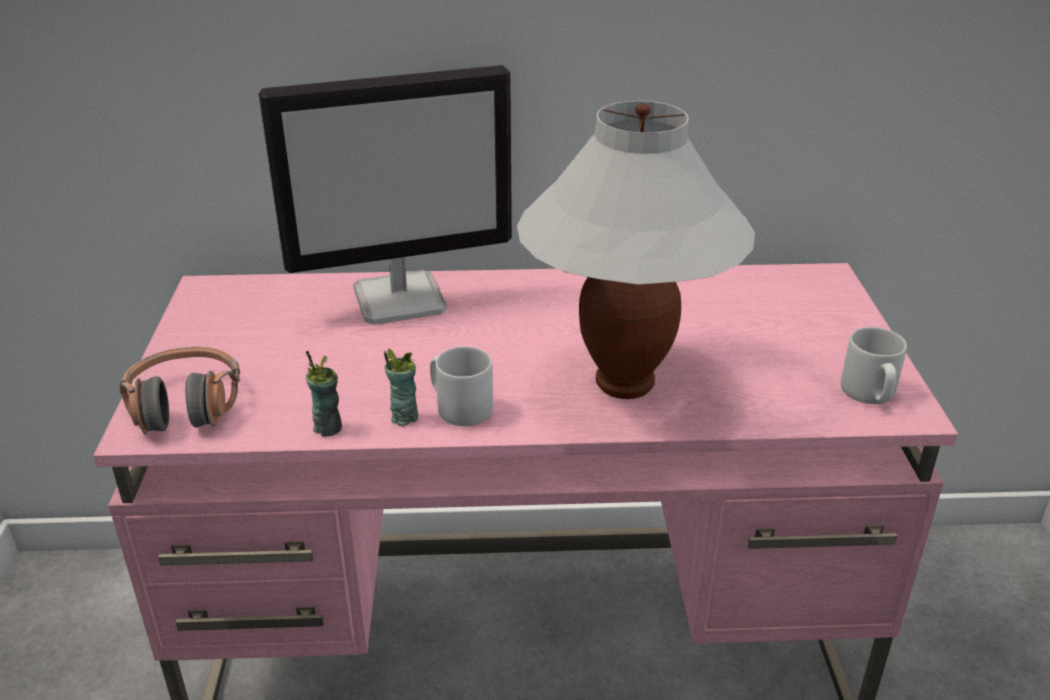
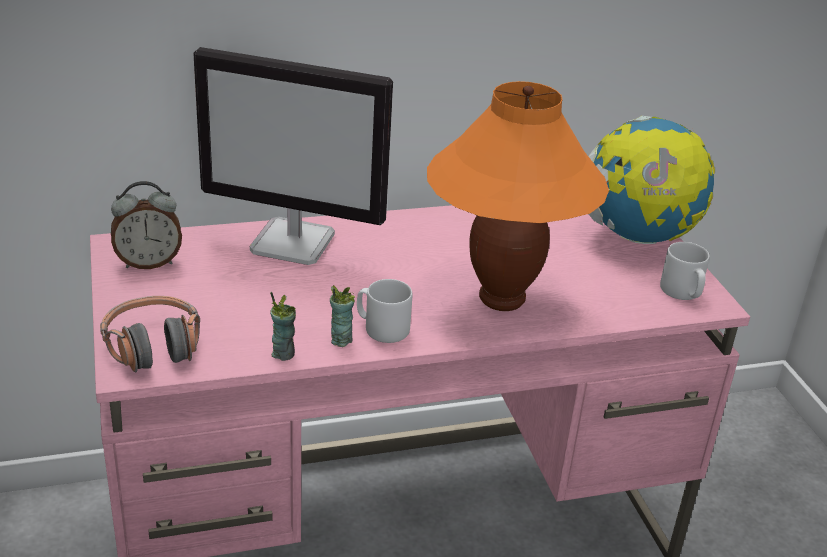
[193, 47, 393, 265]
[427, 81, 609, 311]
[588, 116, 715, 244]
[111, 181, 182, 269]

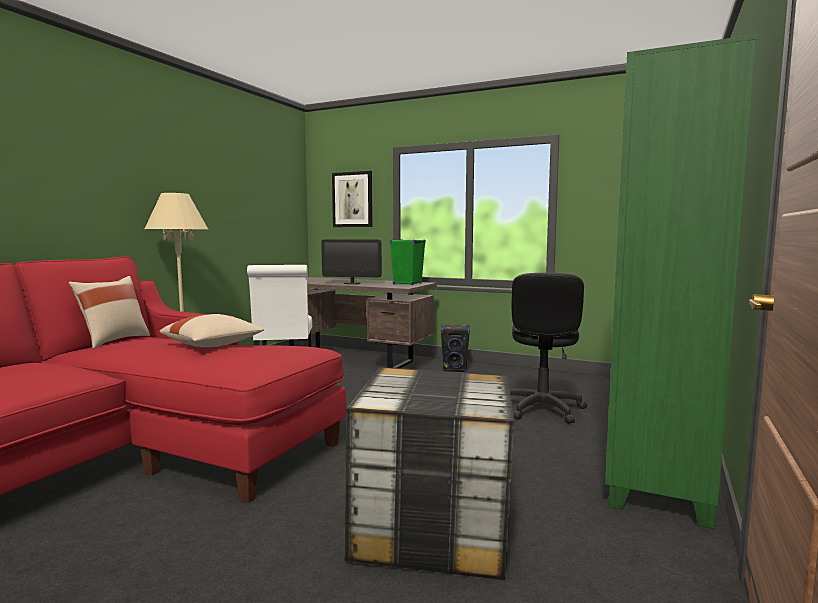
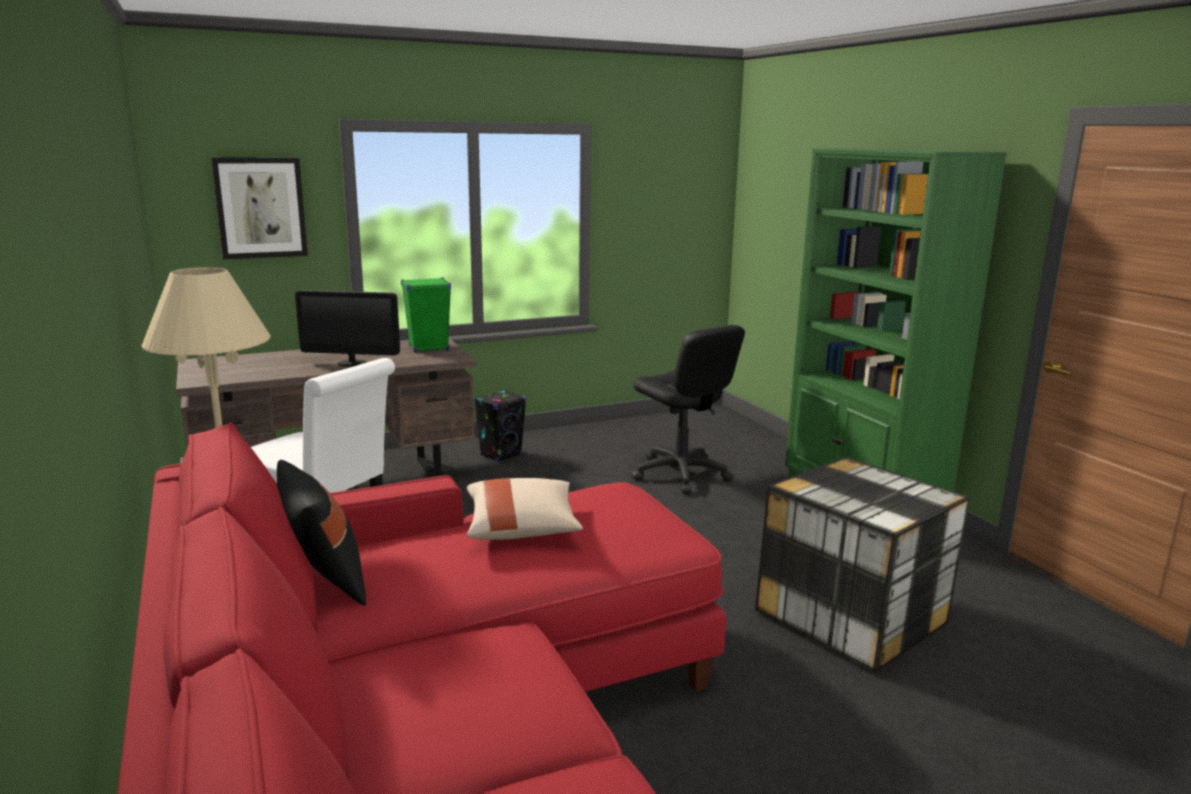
[295, 290, 400, 367]
[277, 460, 366, 606]

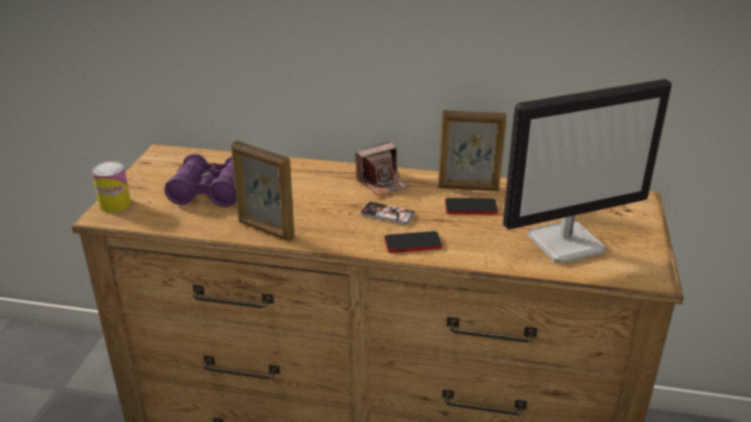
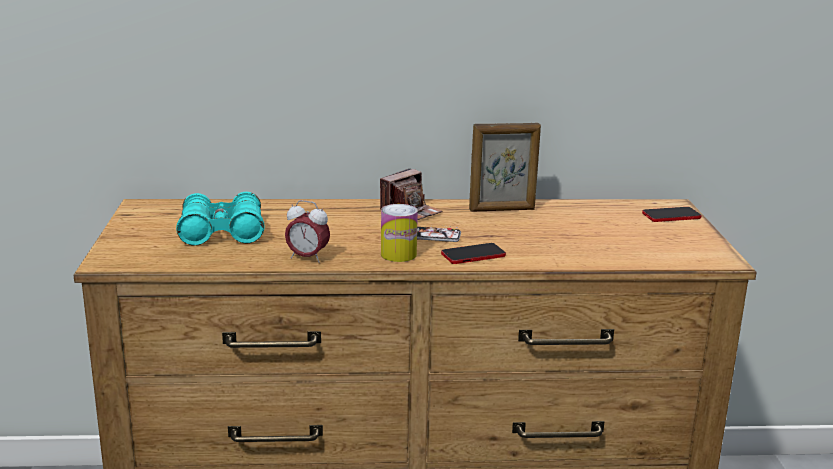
[503, 79, 672, 264] (first image)
[285, 200, 330, 263]
[176, 192, 265, 246]
[381, 204, 418, 262]
[642, 207, 702, 222]

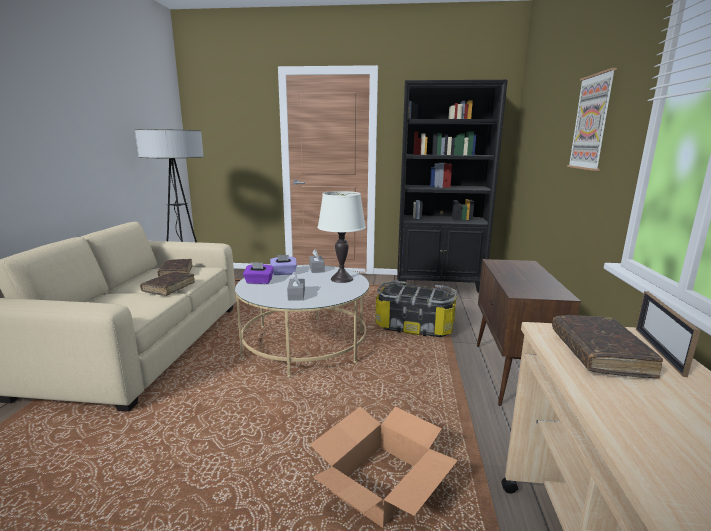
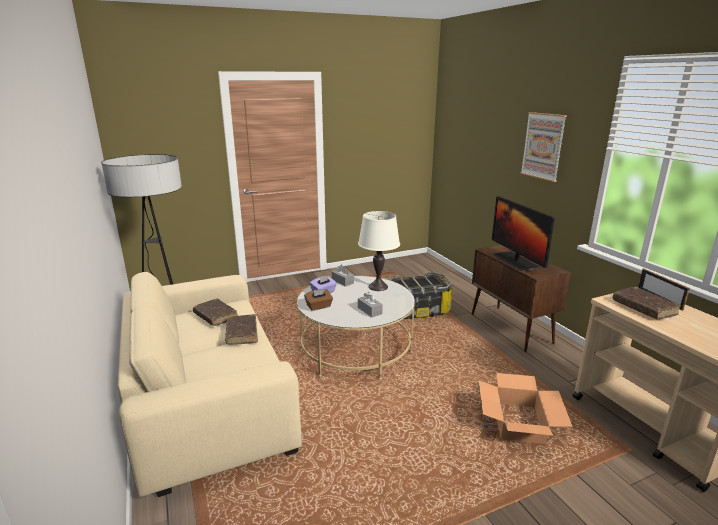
[397, 80, 508, 293] (first image)
[304, 289, 333, 311]
[492, 196, 555, 271]

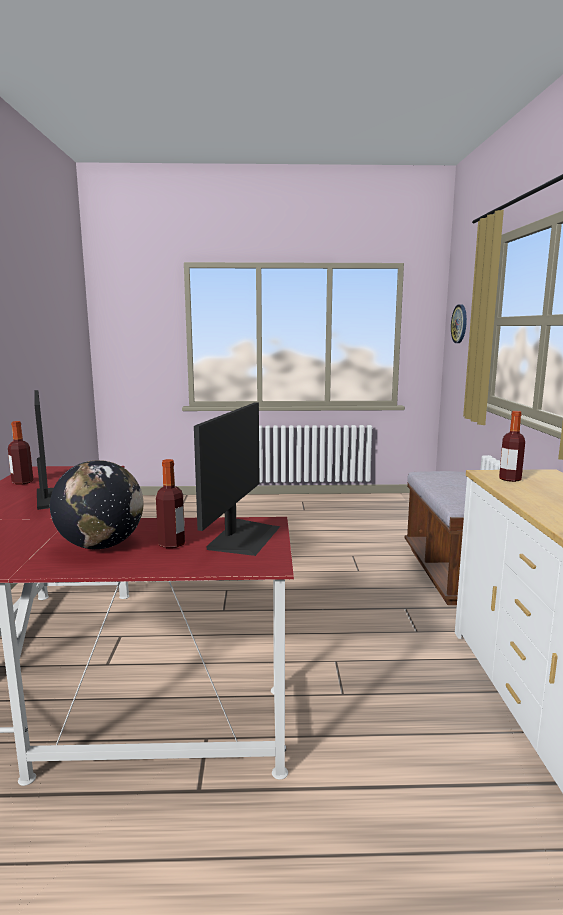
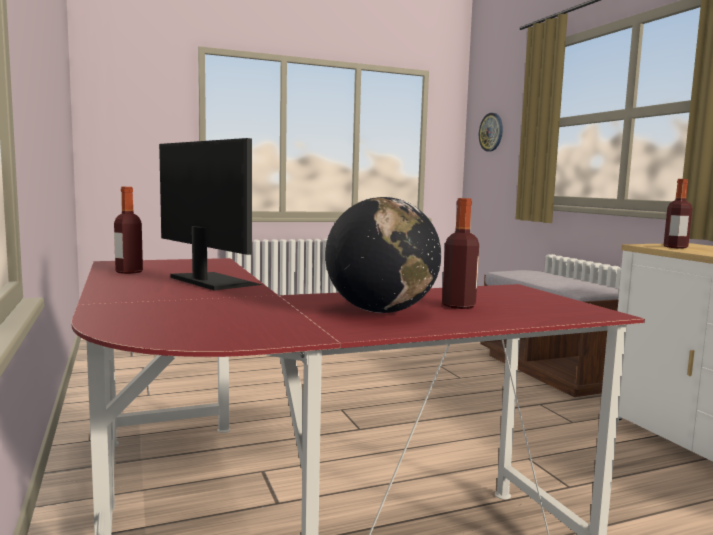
[194, 402, 280, 556] (first image)

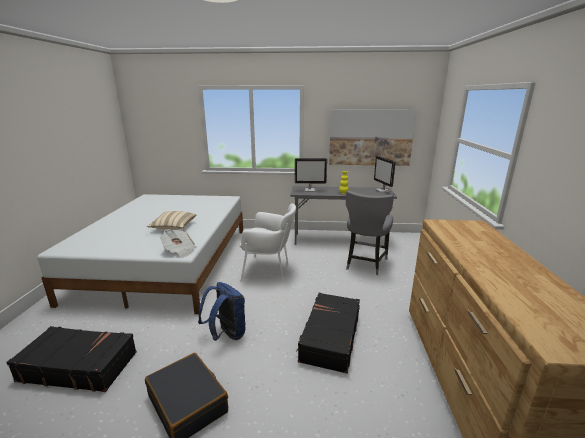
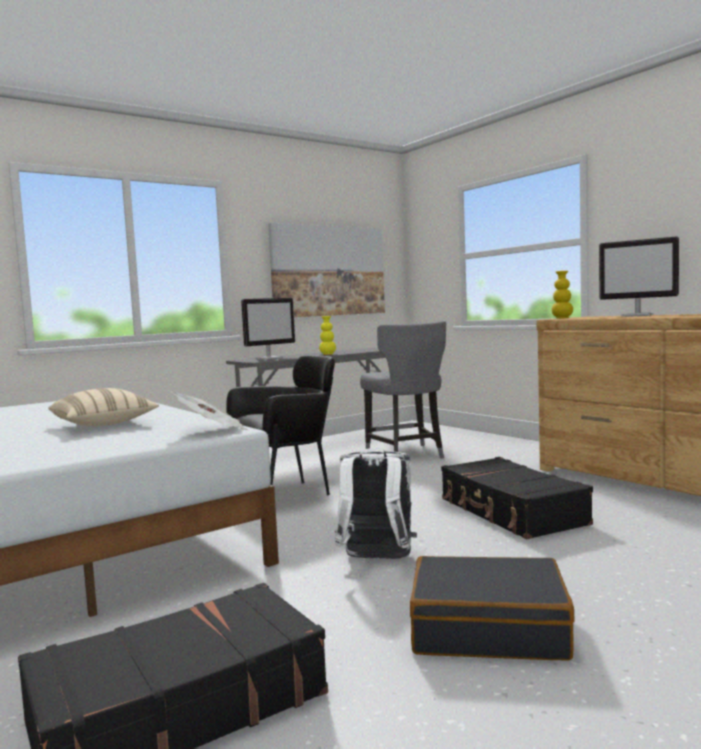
[599, 236, 679, 317]
[226, 355, 335, 495]
[335, 448, 417, 559]
[552, 271, 573, 318]

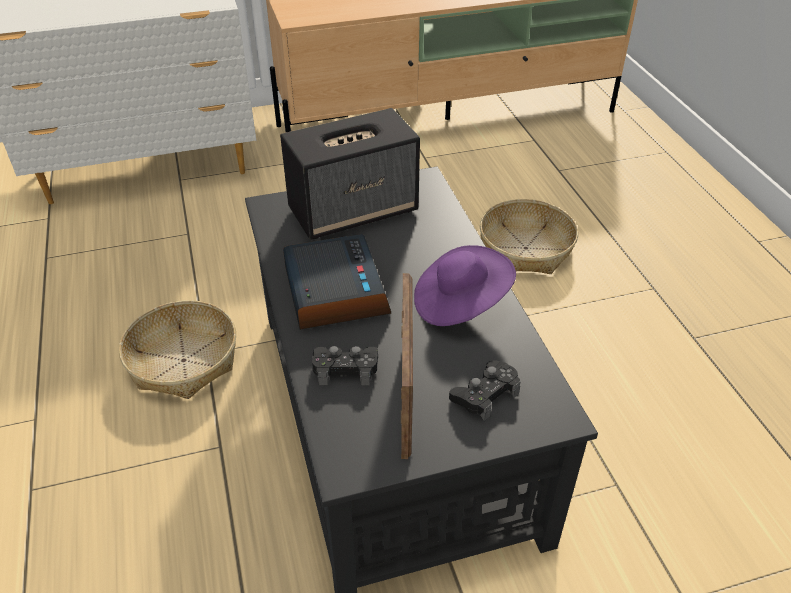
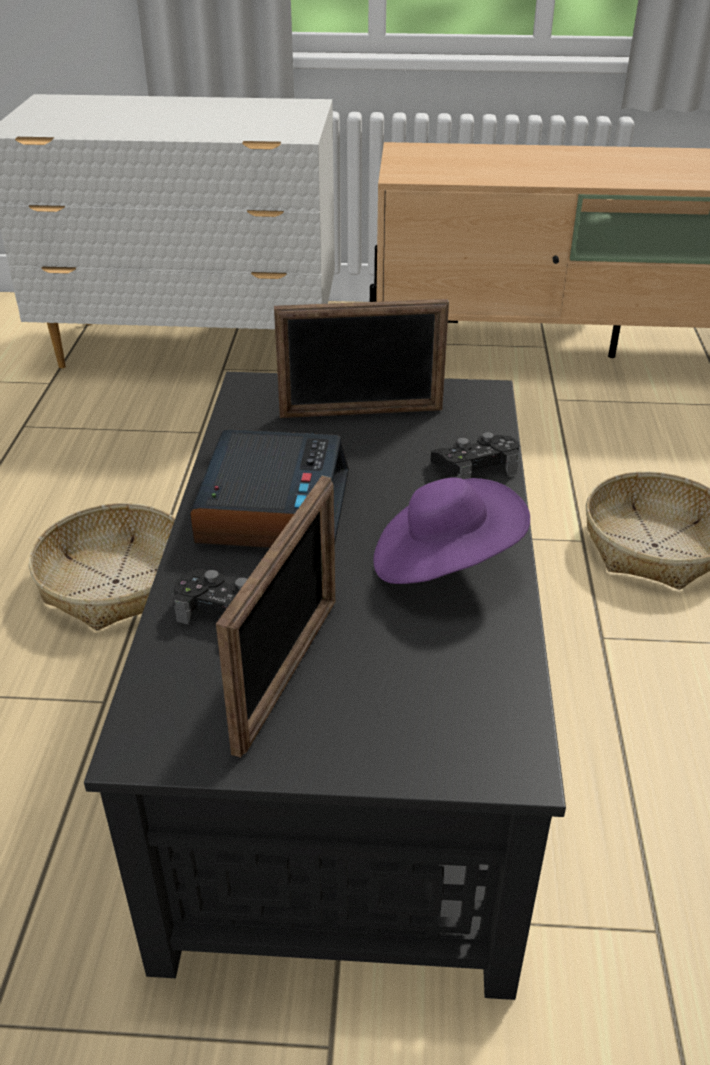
[274, 299, 449, 418]
[431, 432, 519, 479]

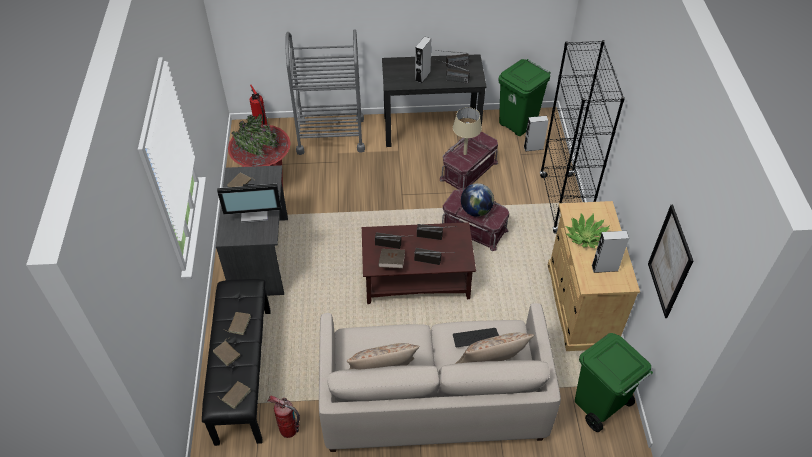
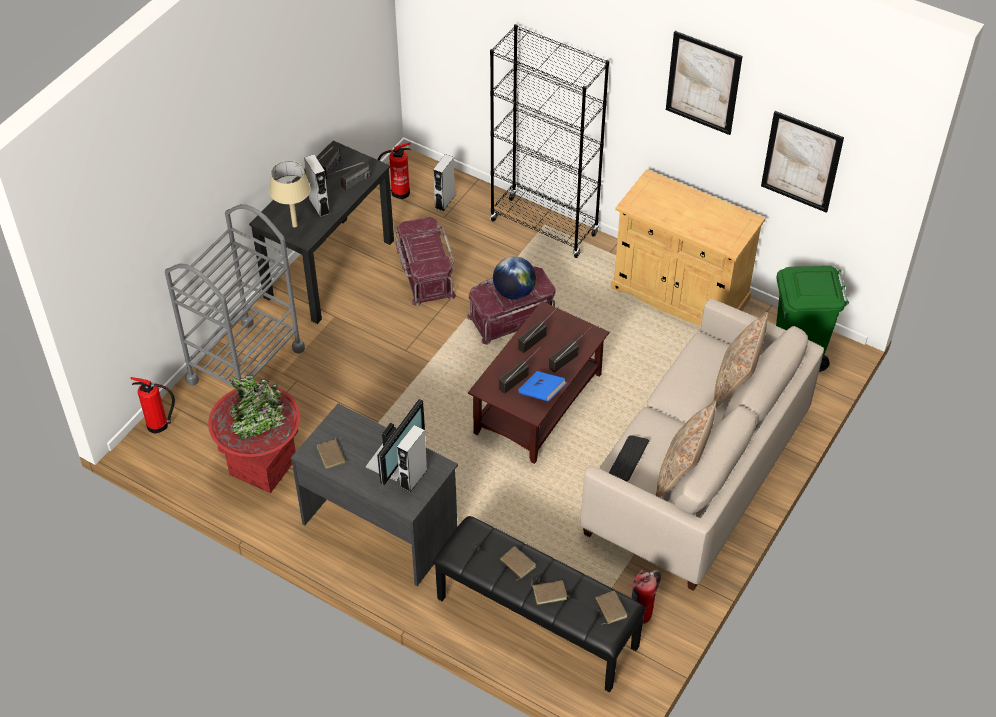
[377, 143, 411, 199]
[269, 161, 311, 227]
[565, 213, 609, 248] (first image)
[397, 425, 427, 492]
[518, 371, 566, 401]
[609, 435, 649, 482]
[666, 31, 742, 135]

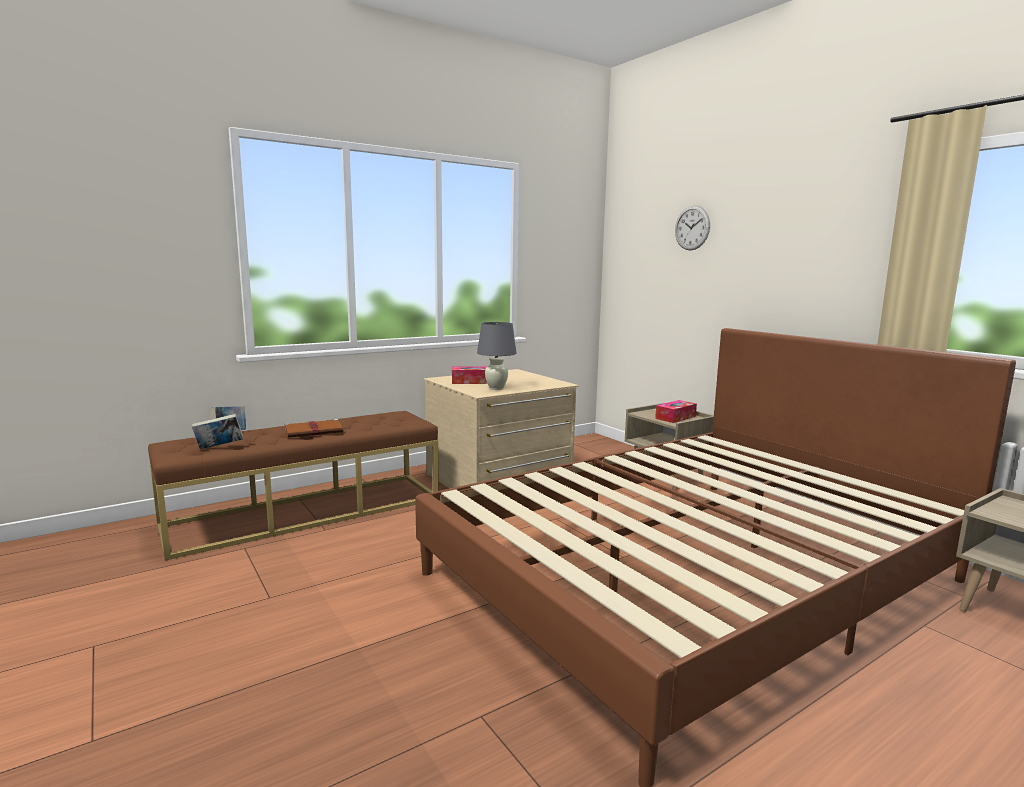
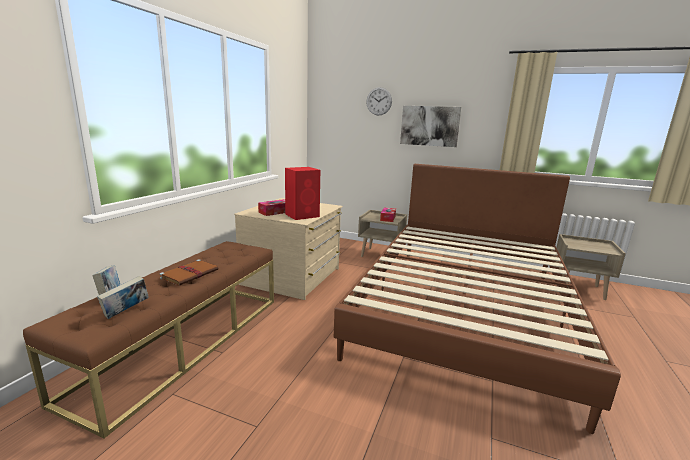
[285, 167, 320, 220]
[400, 106, 462, 147]

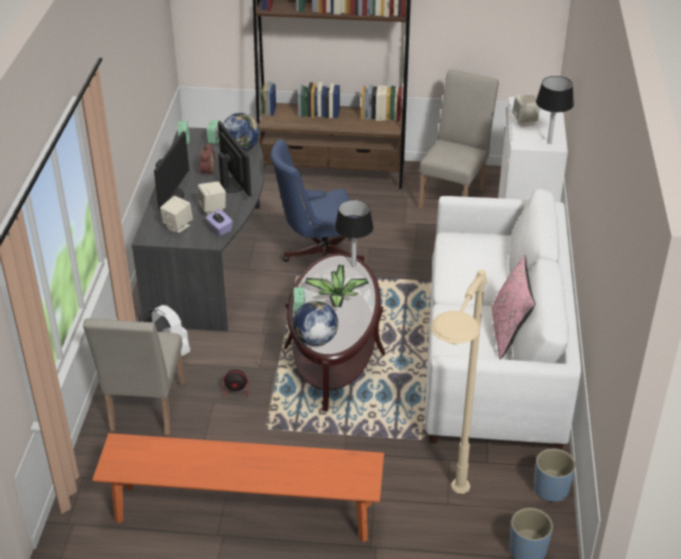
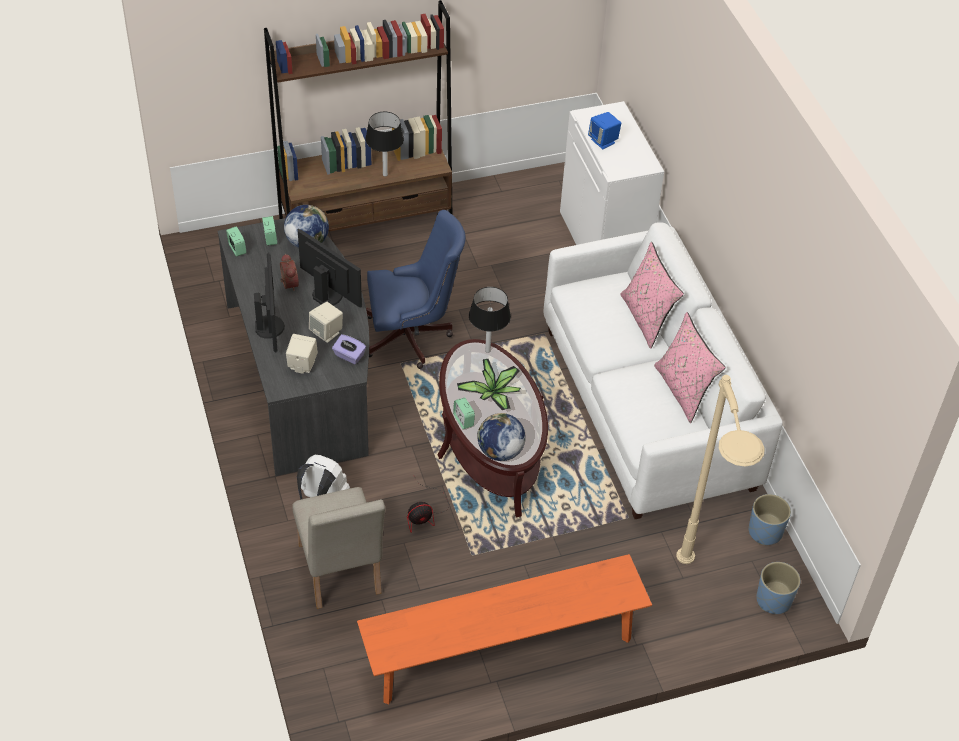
[419, 70, 499, 210] (first image)
[365, 112, 404, 177]
[588, 112, 621, 149]
[366, 210, 466, 369]
[620, 242, 684, 349]

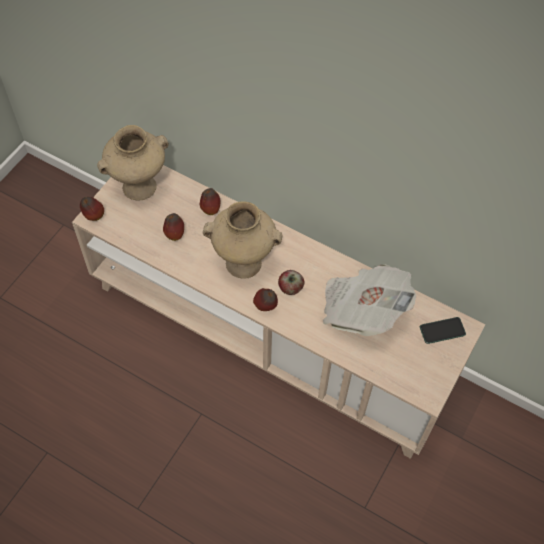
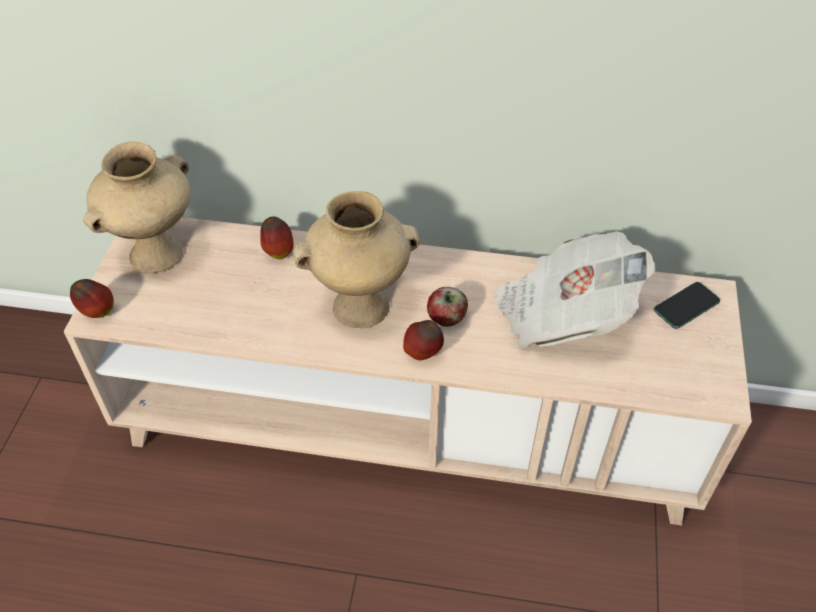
[163, 213, 184, 241] (first image)

